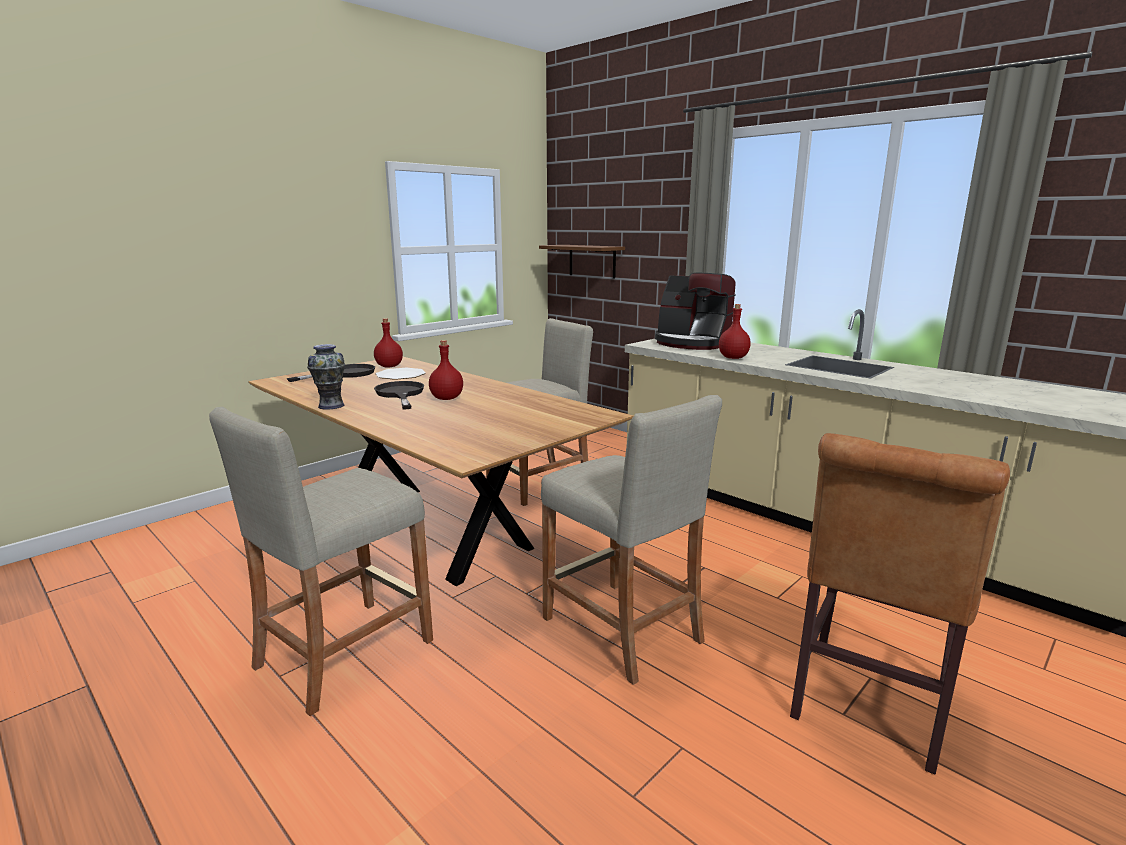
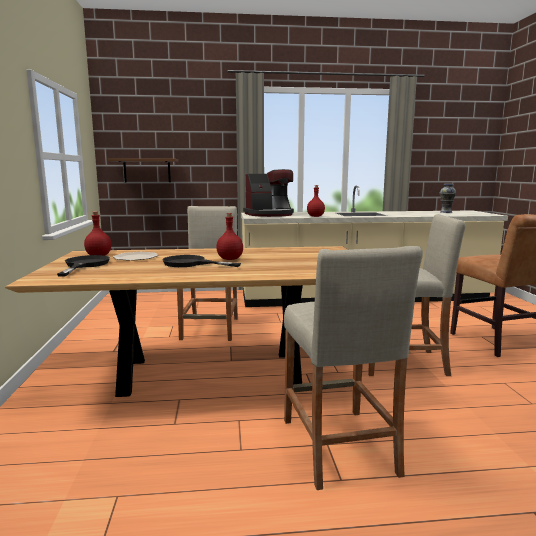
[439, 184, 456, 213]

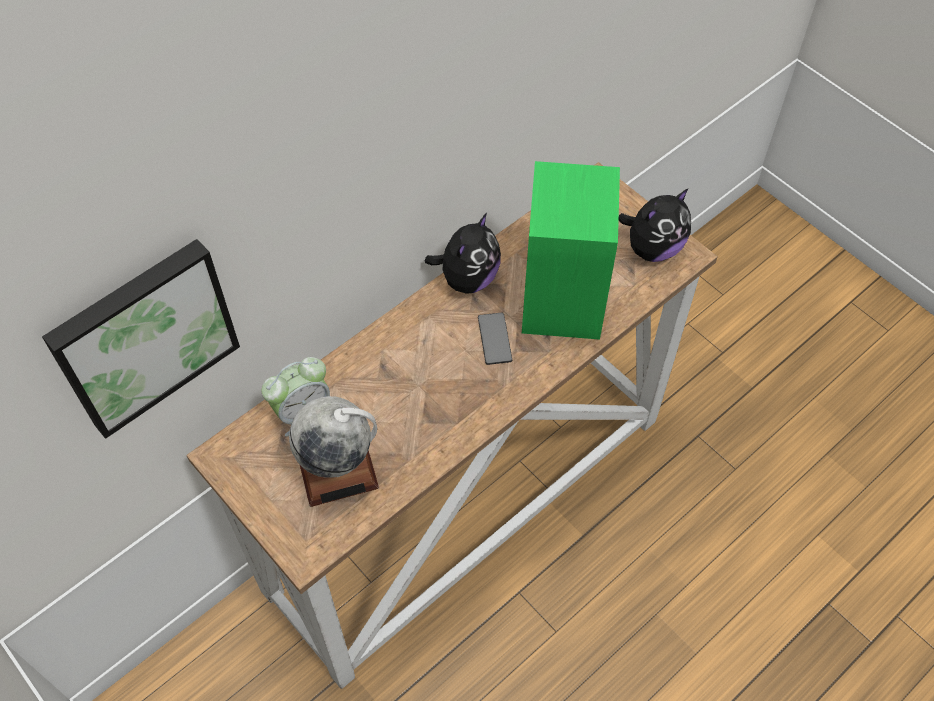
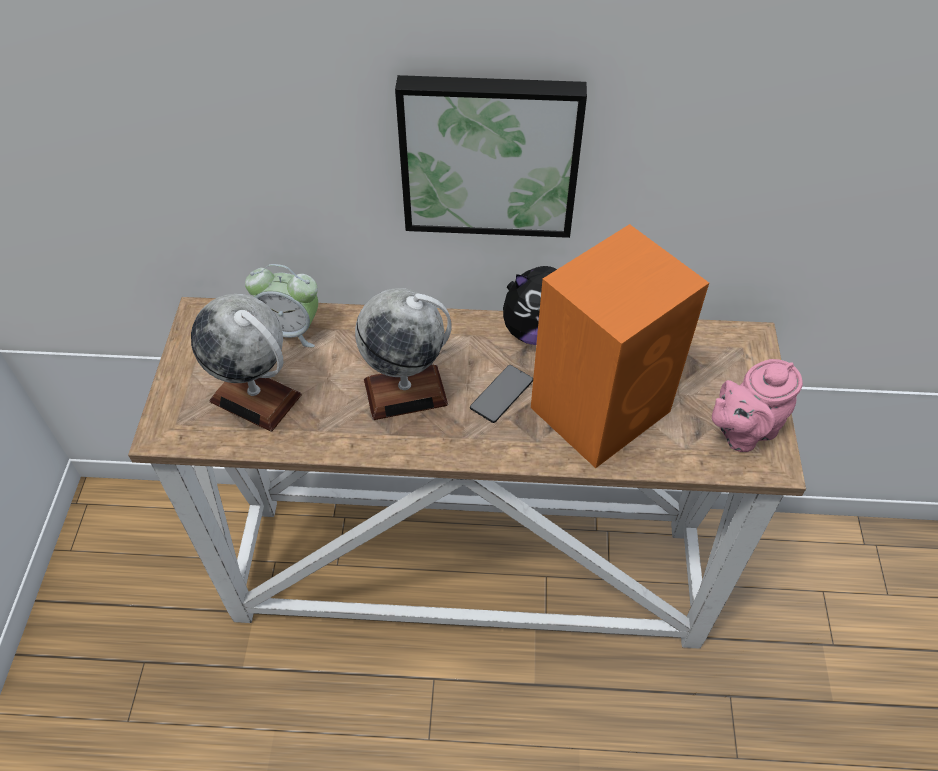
[531, 224, 709, 468]
[712, 359, 803, 452]
[395, 75, 587, 238]
[355, 288, 452, 420]

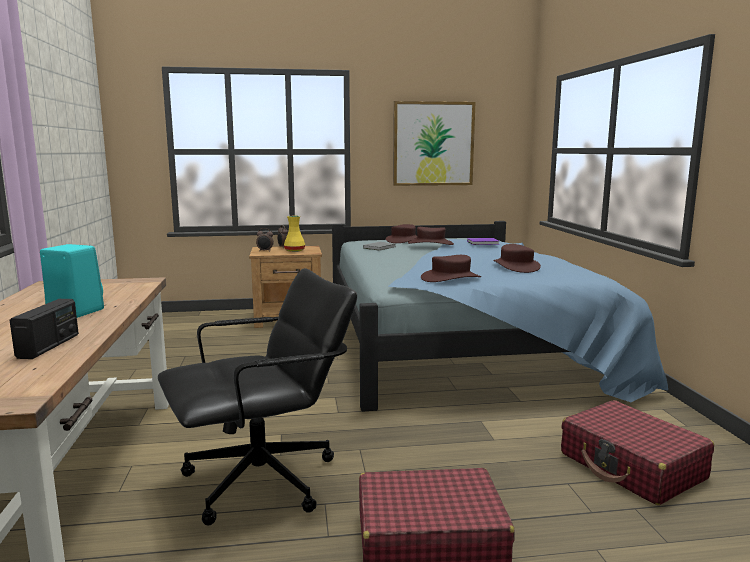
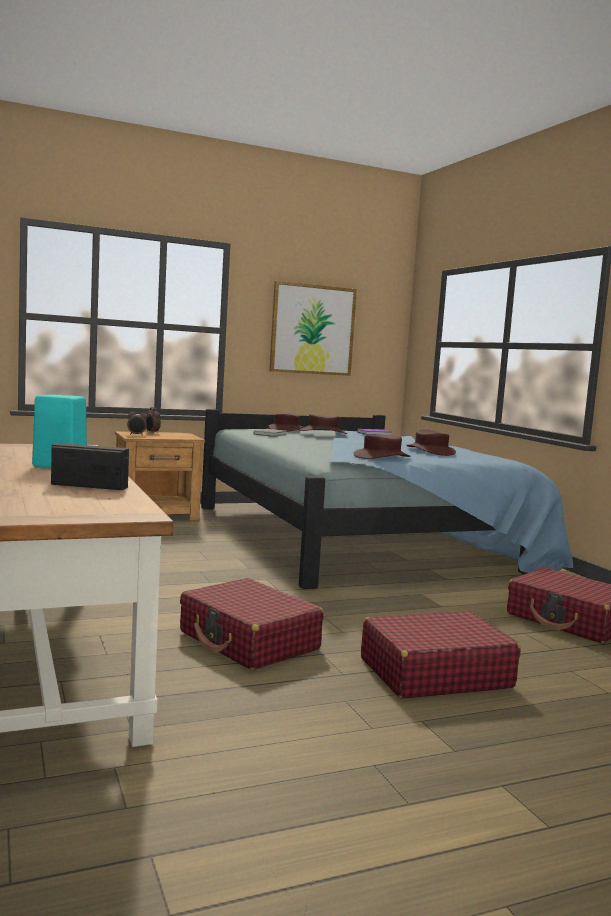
[284, 216, 305, 252] (first image)
[180, 578, 323, 670]
[51, 443, 129, 490]

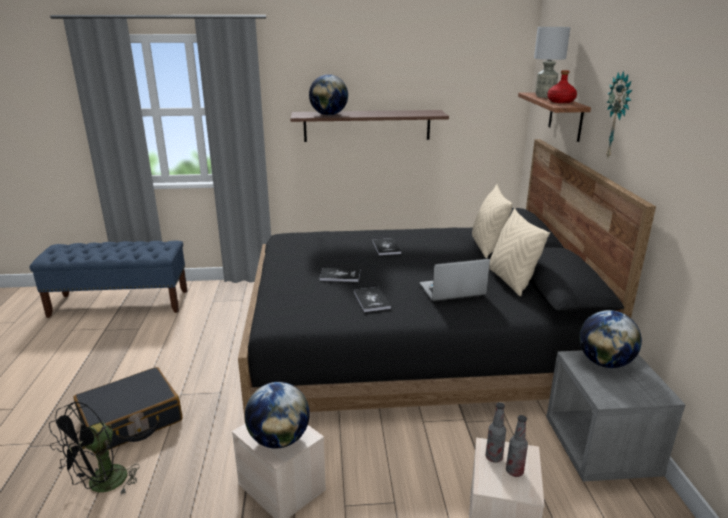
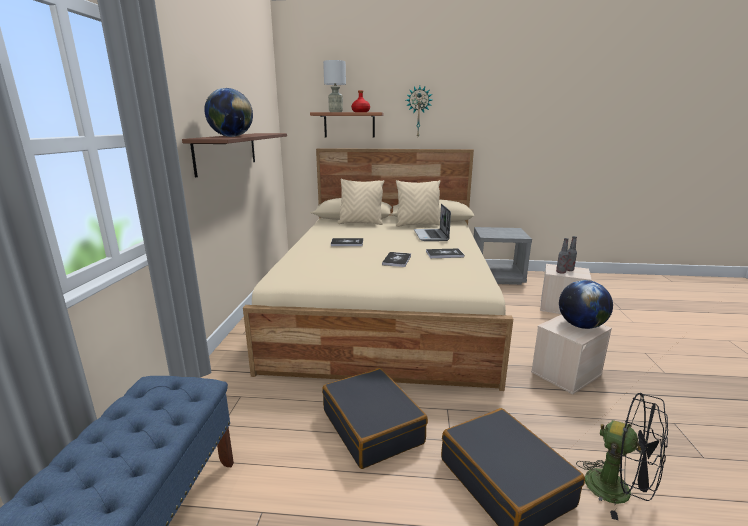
[243, 148, 513, 391]
[579, 310, 642, 368] (first image)
[322, 368, 428, 469]

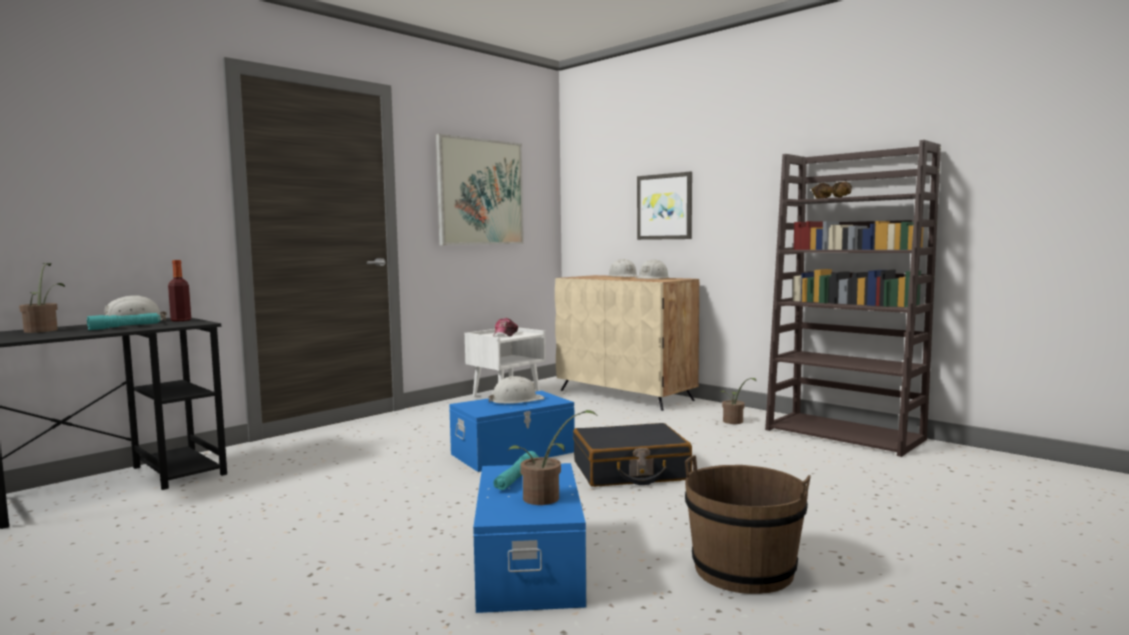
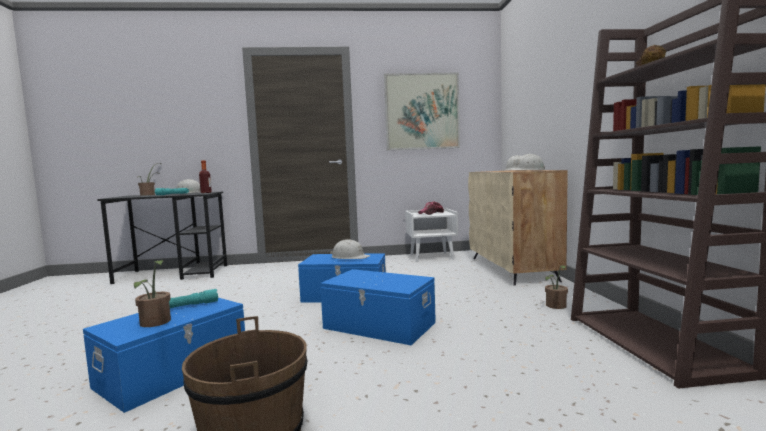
[637, 171, 692, 240] (first image)
[320, 269, 436, 345]

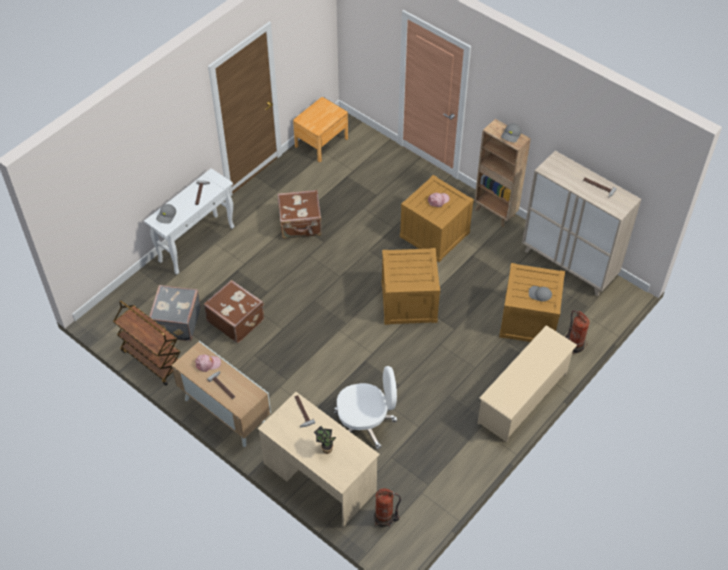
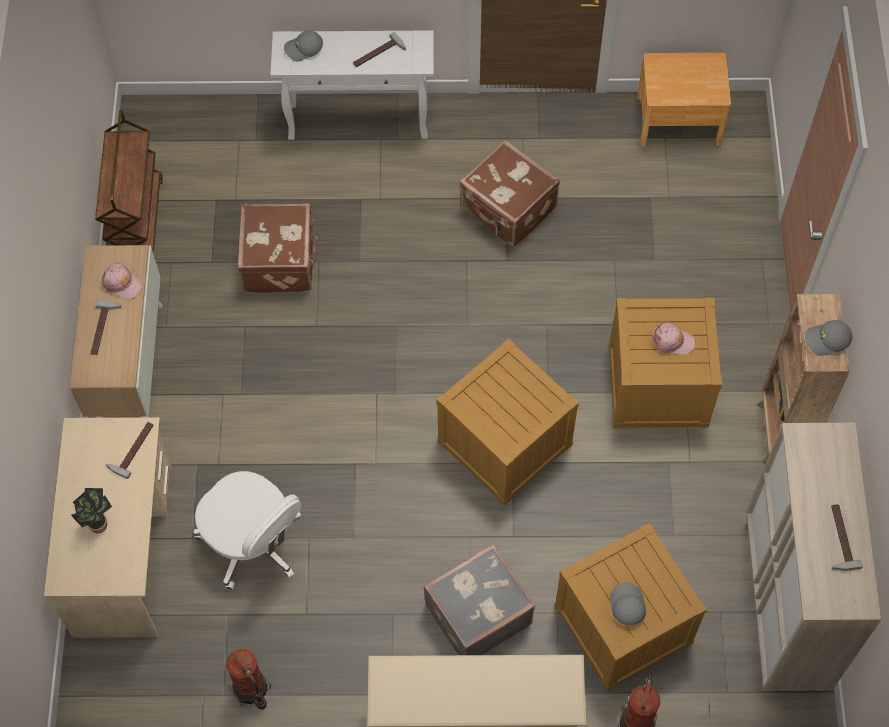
[424, 544, 535, 655]
[226, 649, 271, 710]

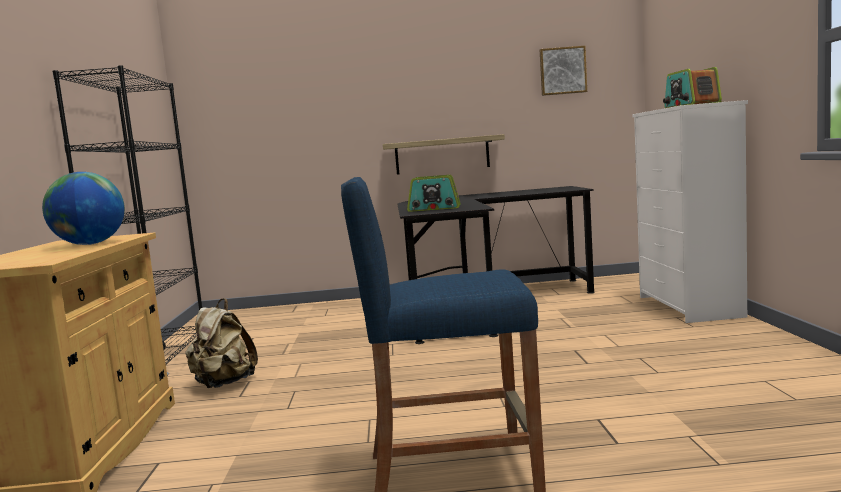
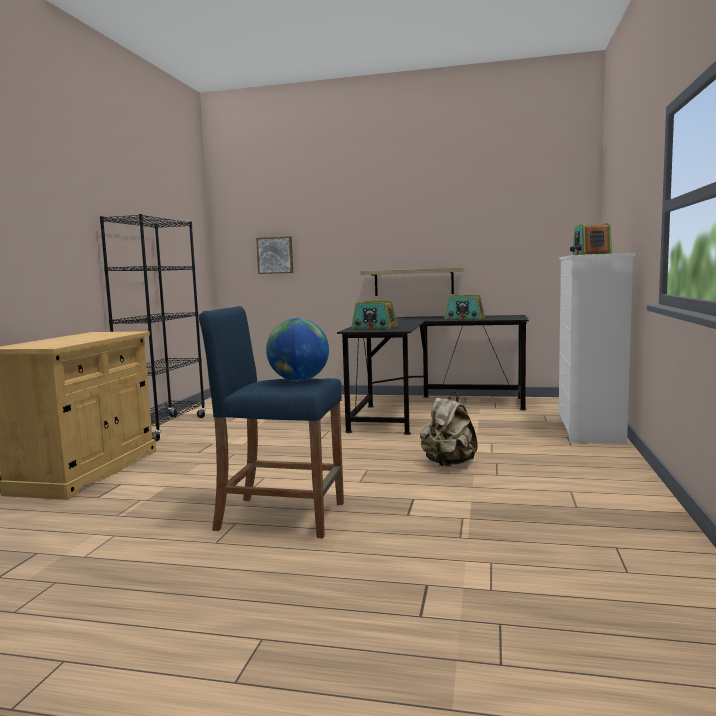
[256, 236, 293, 274]
[266, 318, 329, 381]
[420, 392, 478, 466]
[445, 295, 485, 319]

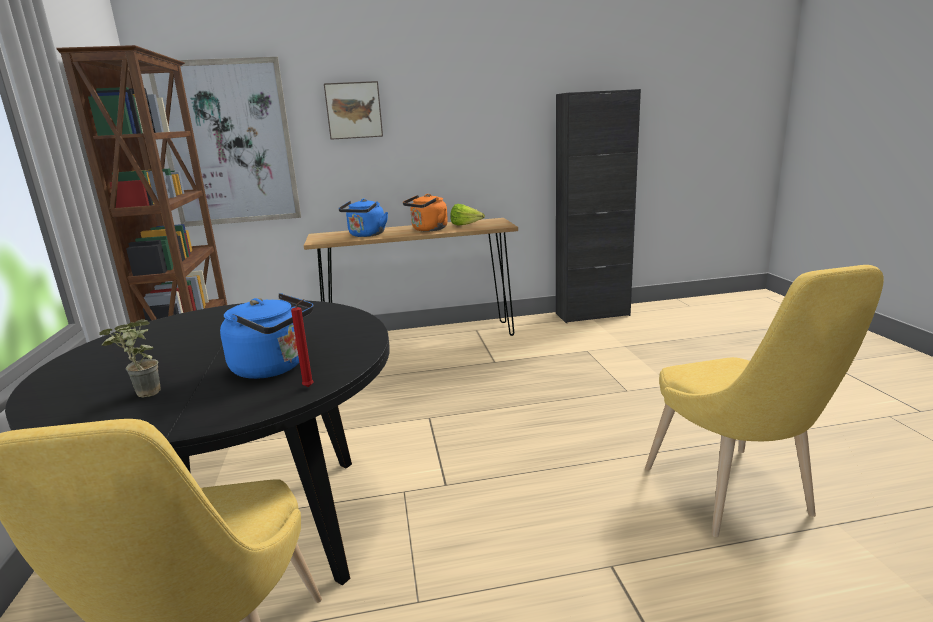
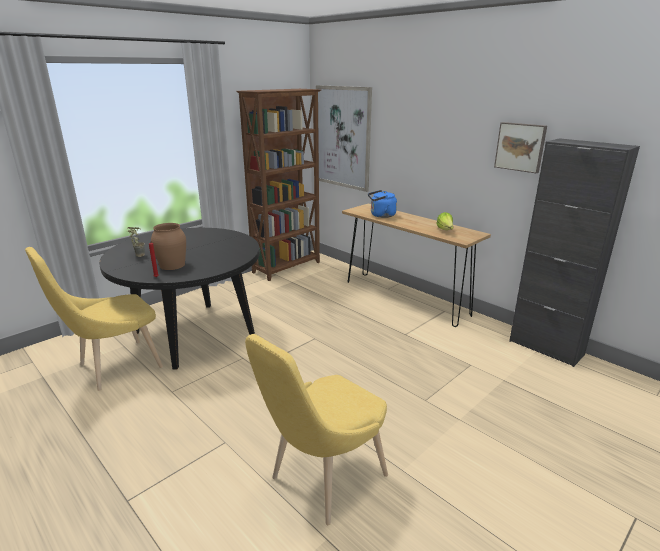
[494, 122, 547, 173]
[403, 194, 448, 232] (first image)
[151, 223, 186, 270]

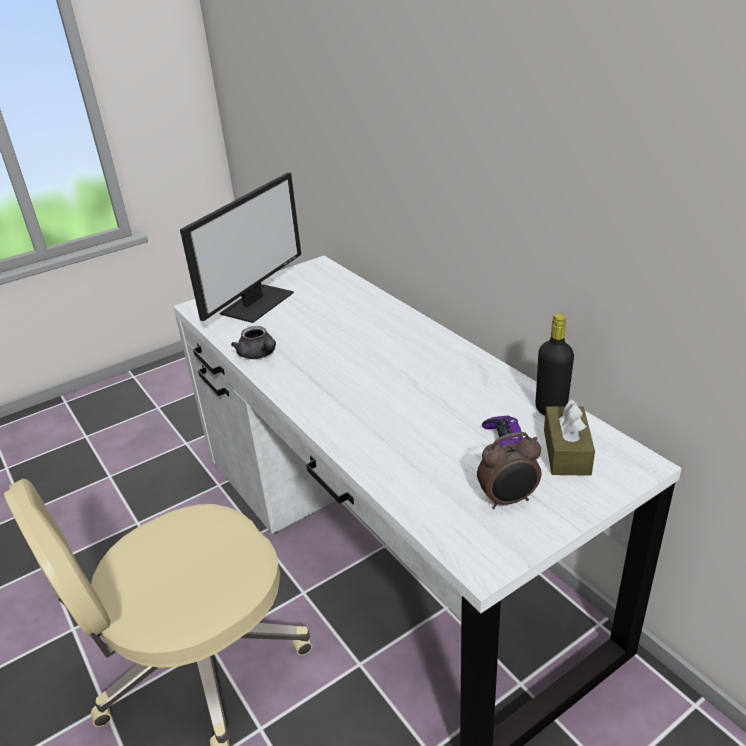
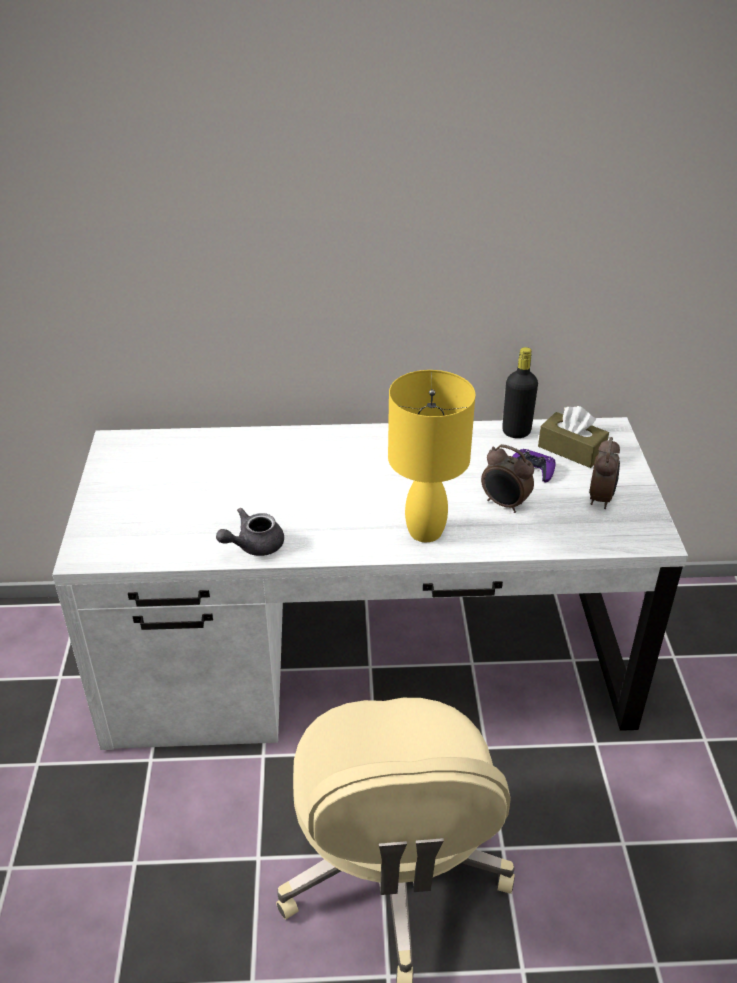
[180, 172, 301, 323] (first image)
[216, 508, 284, 556]
[388, 370, 475, 542]
[481, 444, 534, 513]

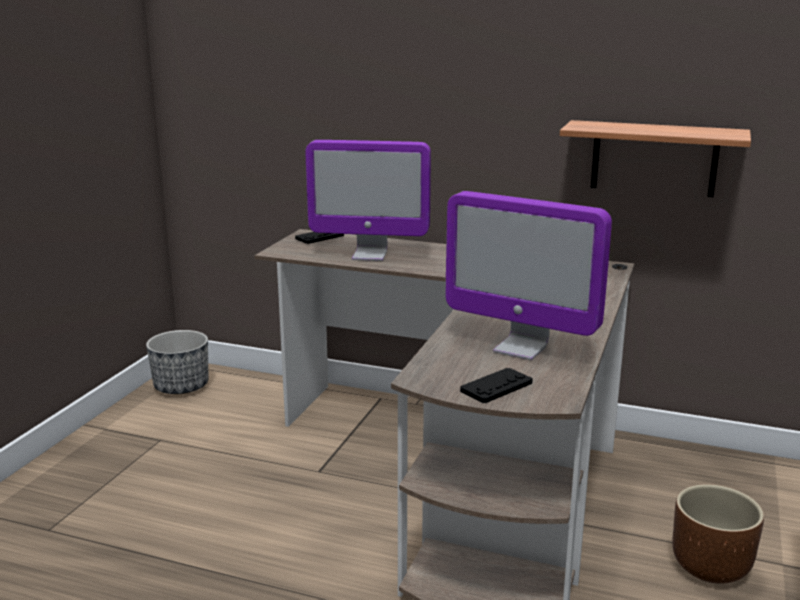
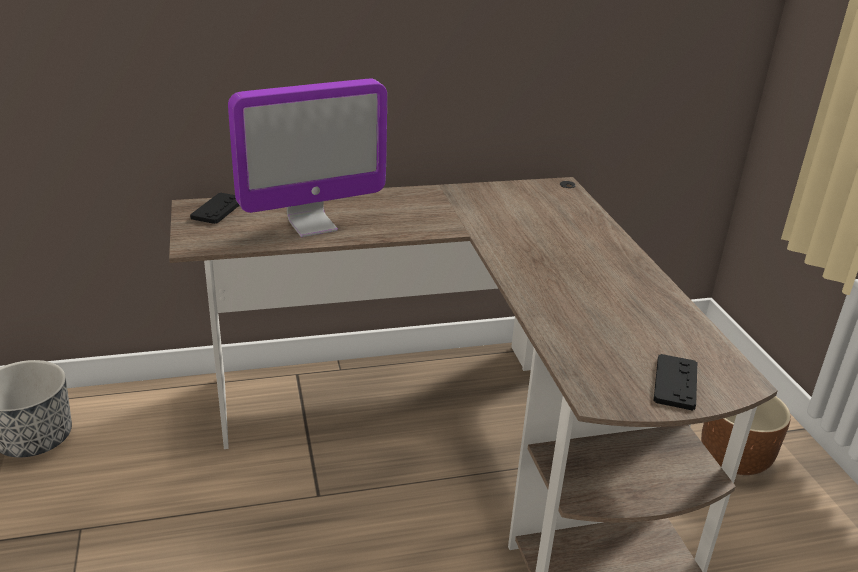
[560, 120, 751, 197] (first image)
[446, 191, 612, 360] (first image)

